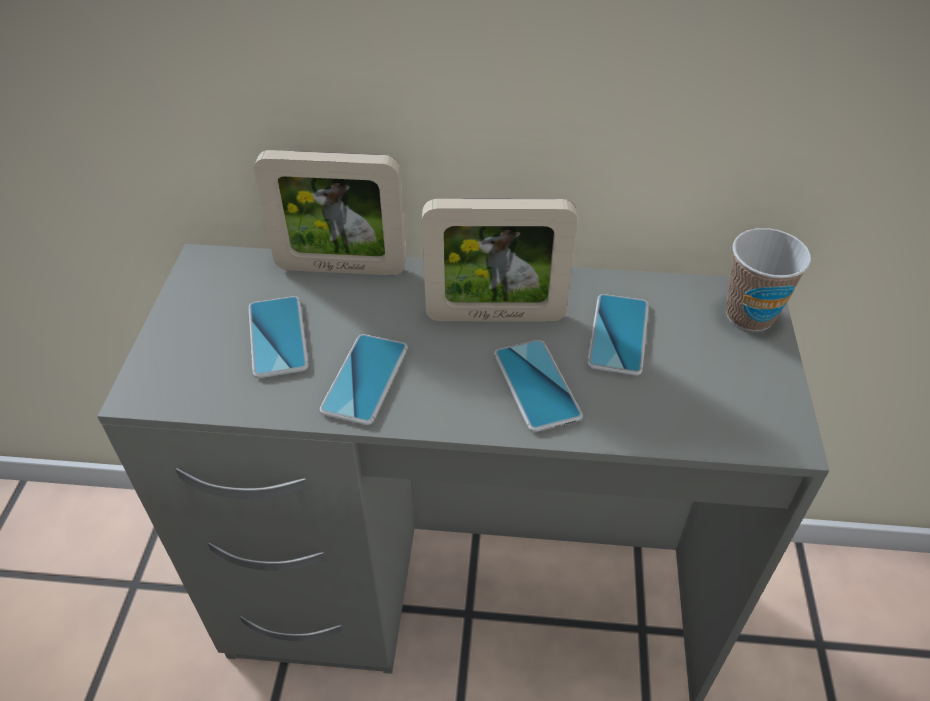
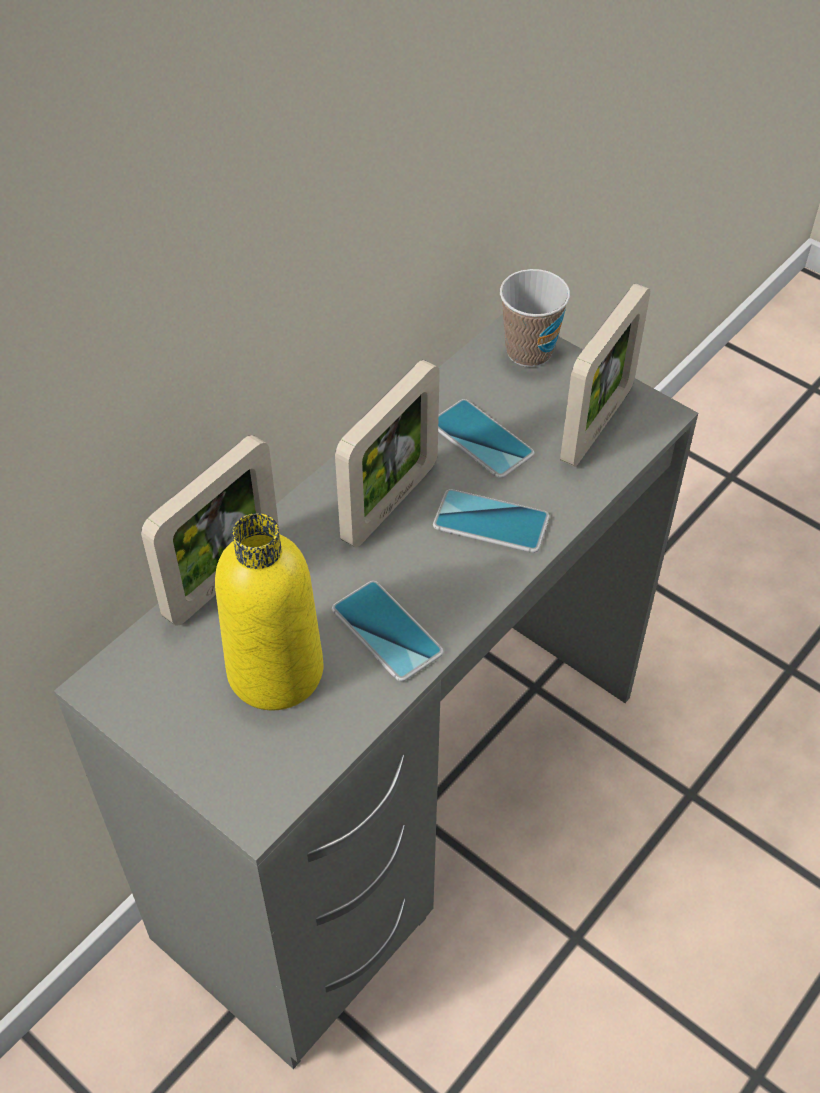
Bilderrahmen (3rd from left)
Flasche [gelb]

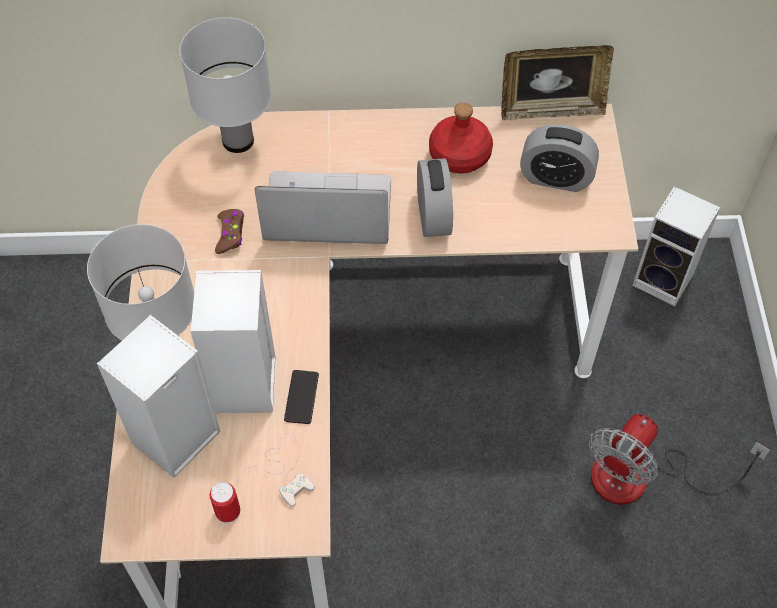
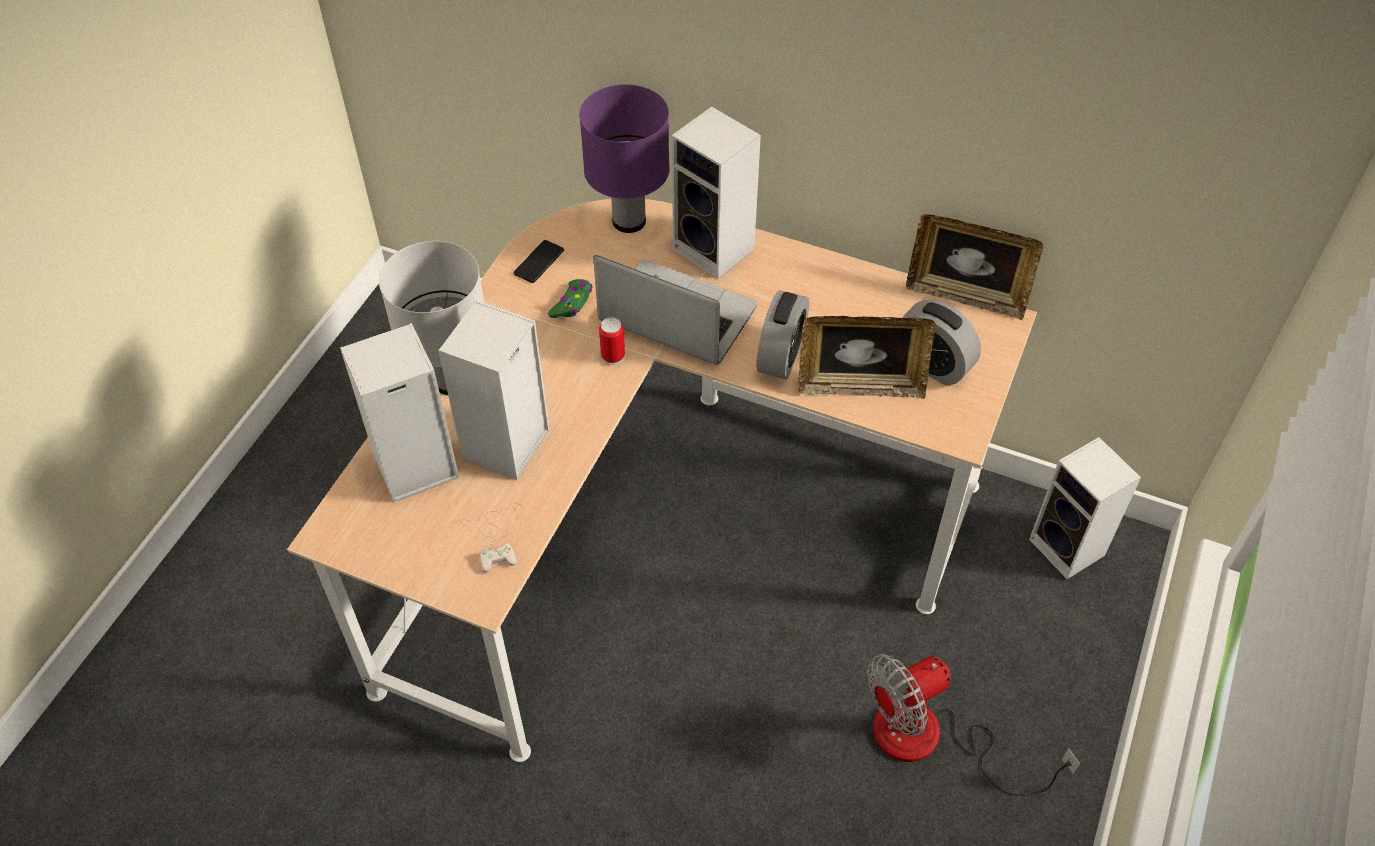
Flasche [rot]
Lautsprecher (3rd from left)
Bilderrahmen (1st from left)
Dose
Handy
Tischlampe [lila]
Gamepad [grün]

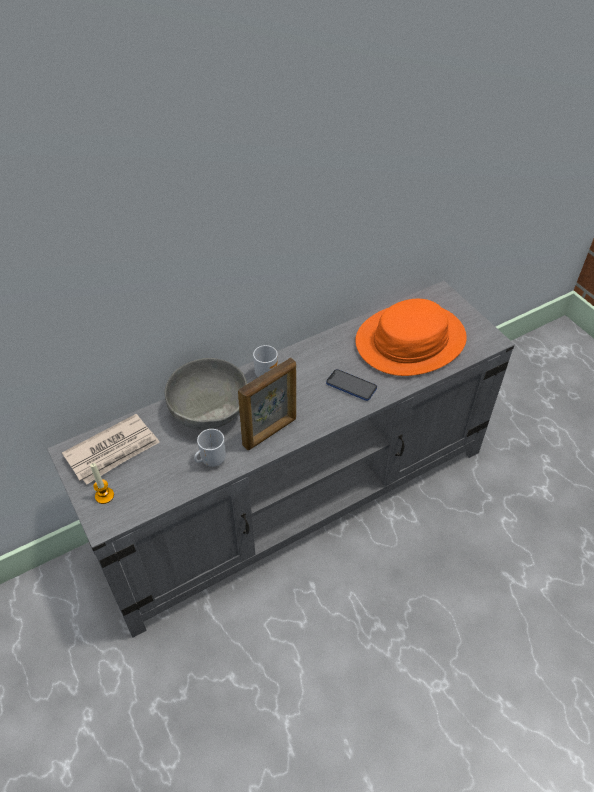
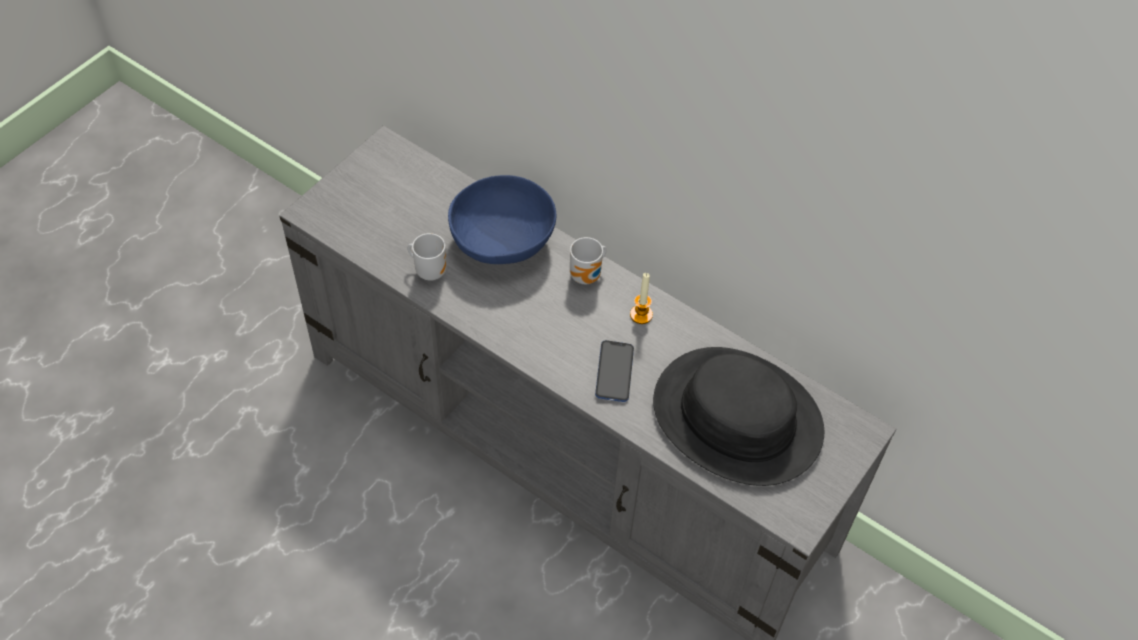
Zeitung
Bilderrahmen
Kerze
Schüssel [blau]
Hut [schwarz]

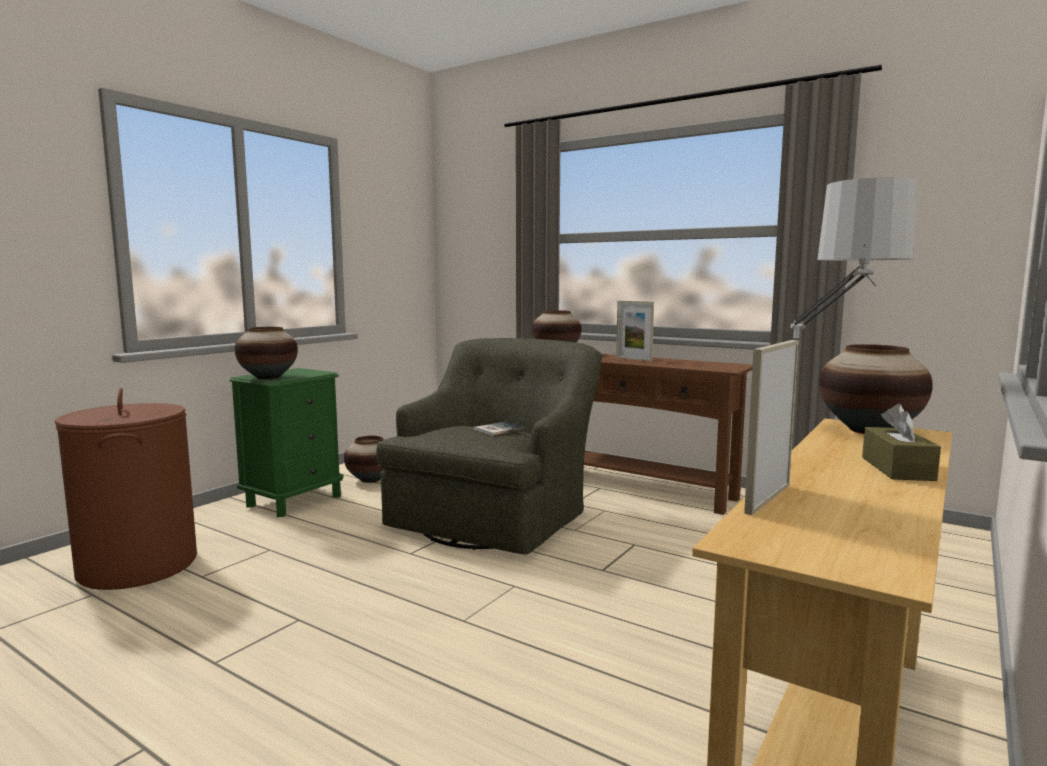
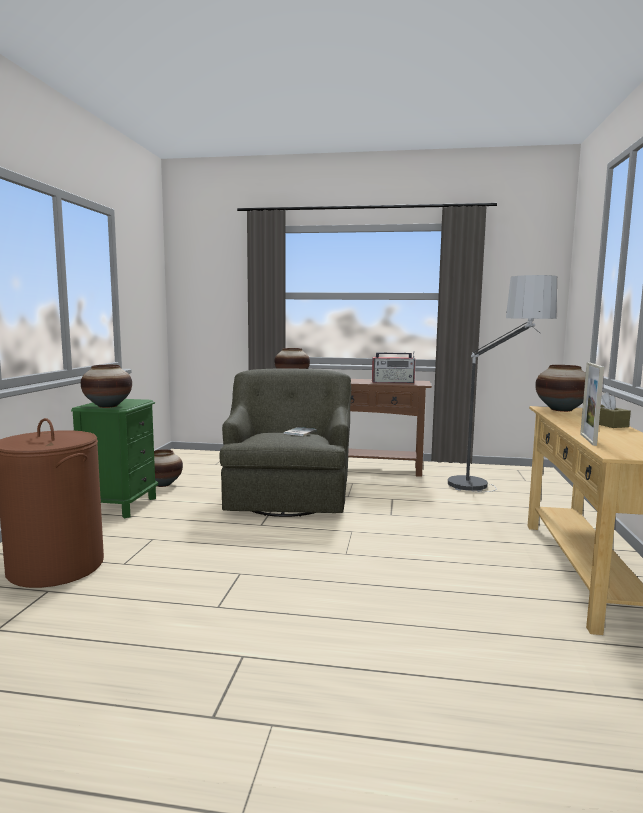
Bilderrahmen (1st from left in the first image)
Radio

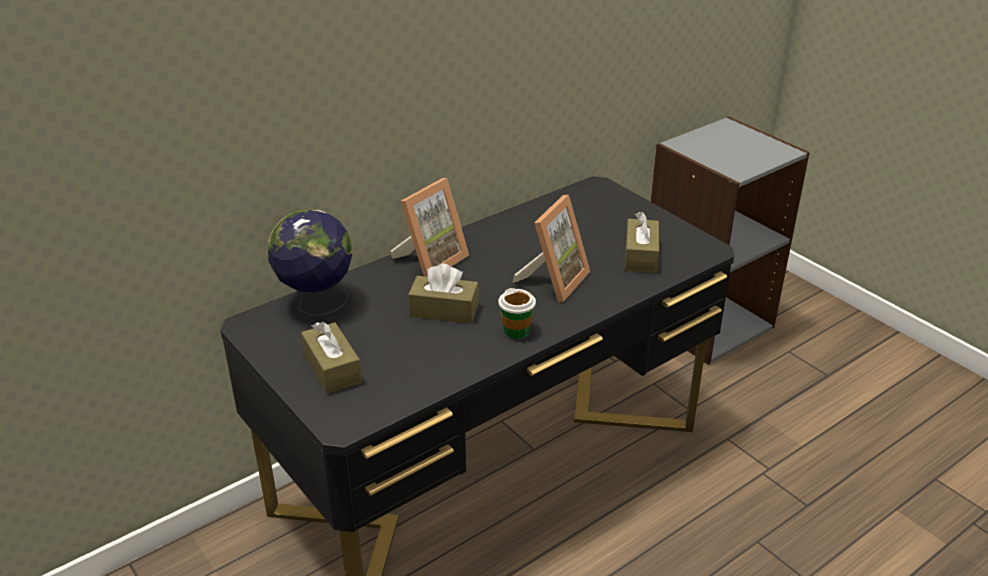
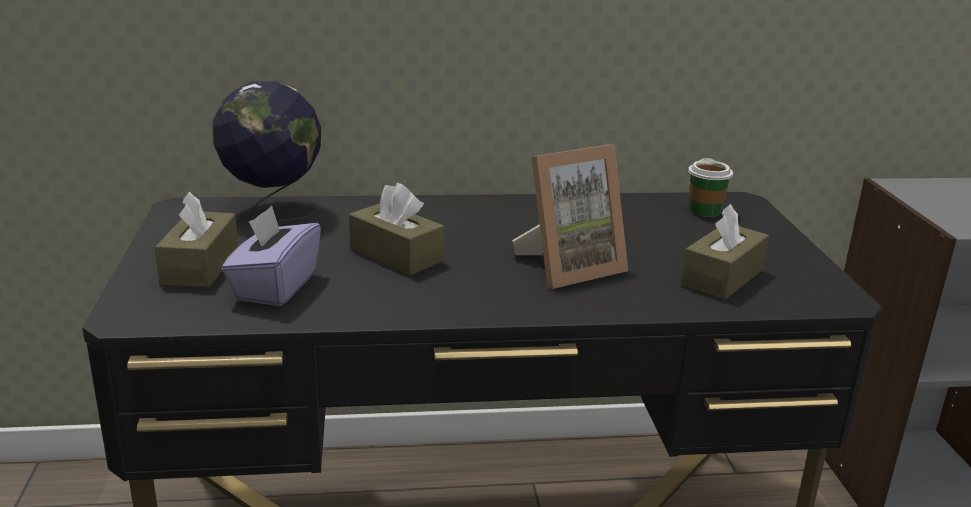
Bilderrahmen (1st from left in the first image)
Taschentuchbox [lila]
Tasse

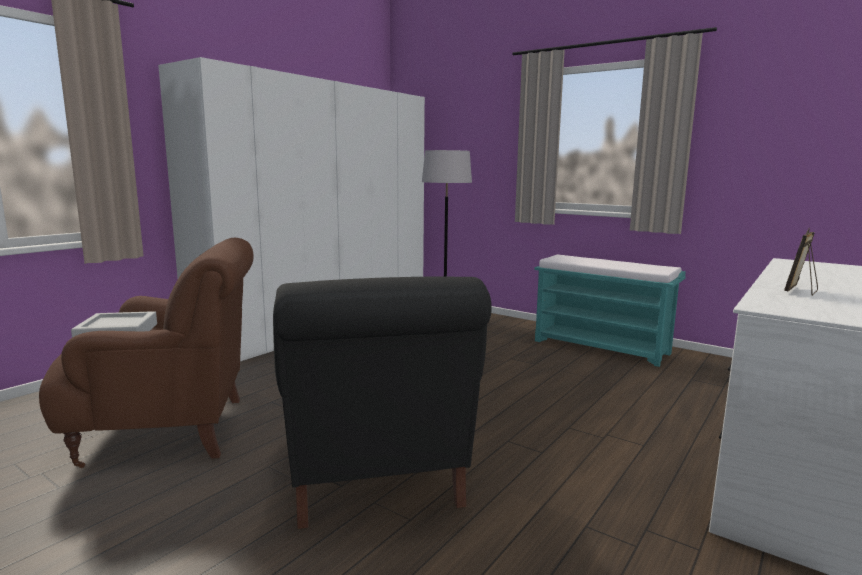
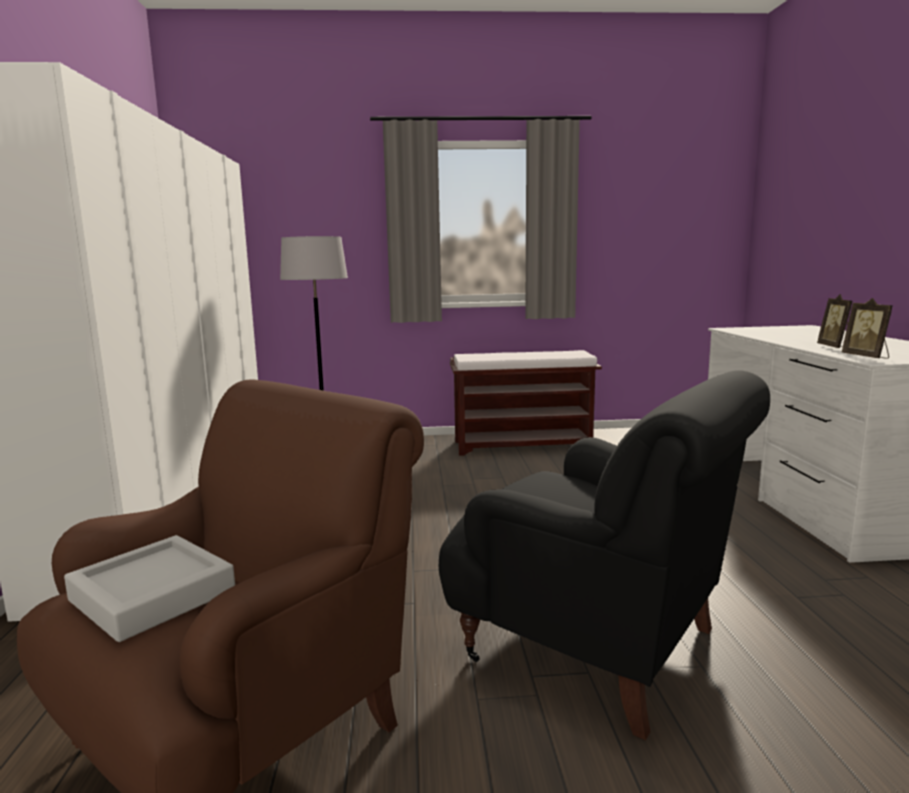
Bilderrahmen (2nd from left)
Bank [braun]

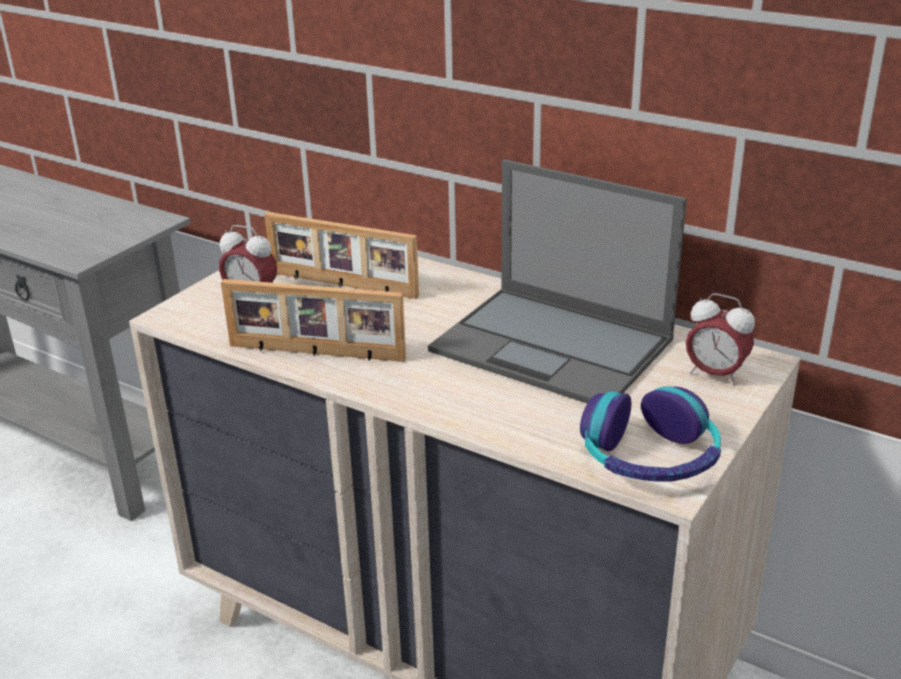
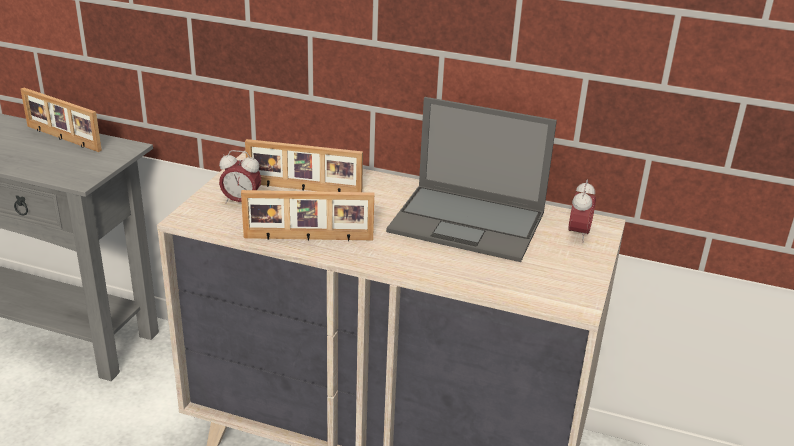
Kopfhörer
Bilderrahmen (1st from left)
Wecker (2nd from left)

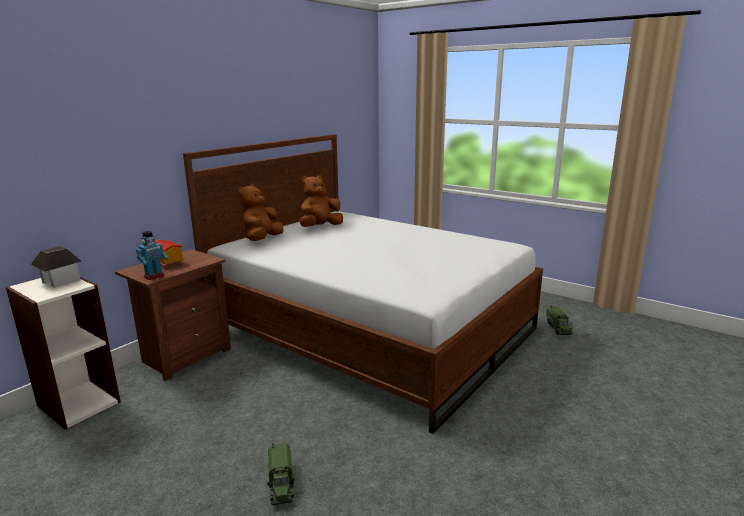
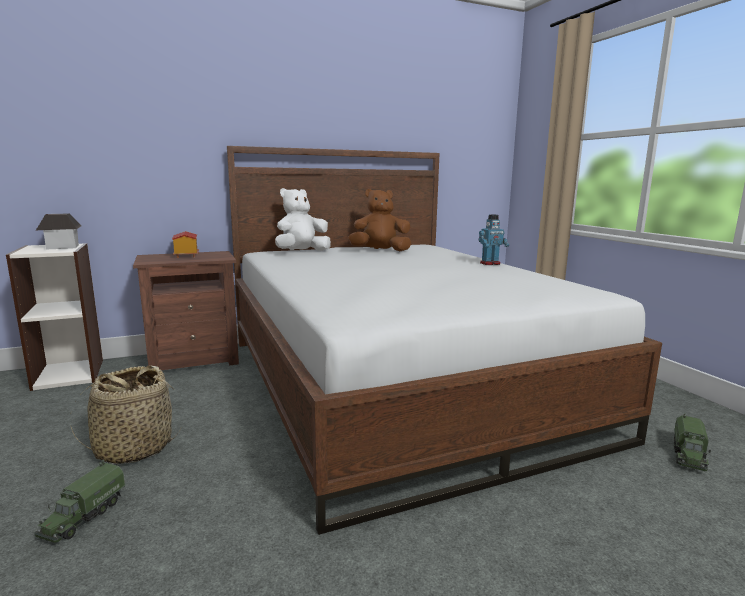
Korb
Spielzeugroboter
Plüschtier [weiß]

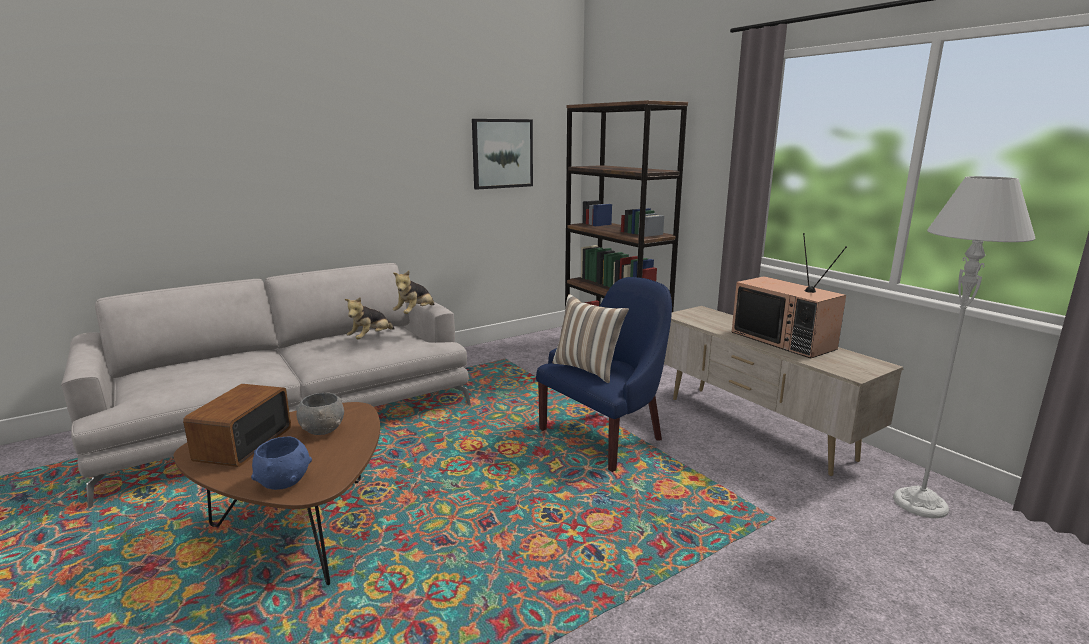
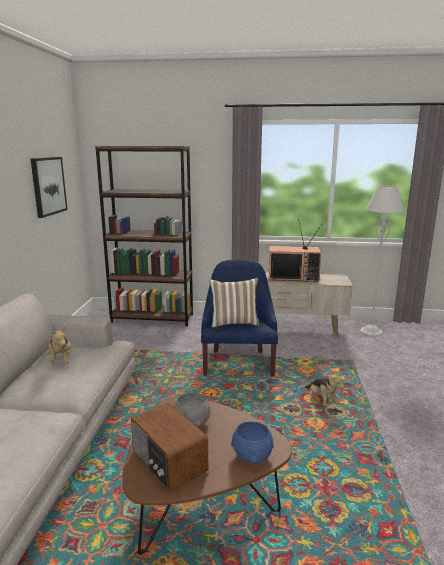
Plüschtier (2nd from left)

